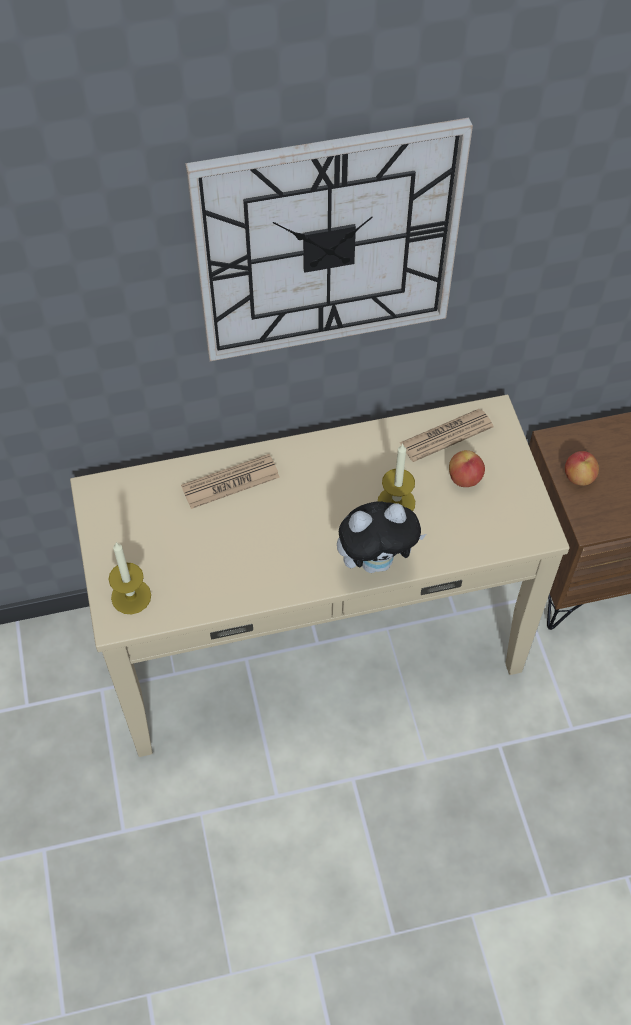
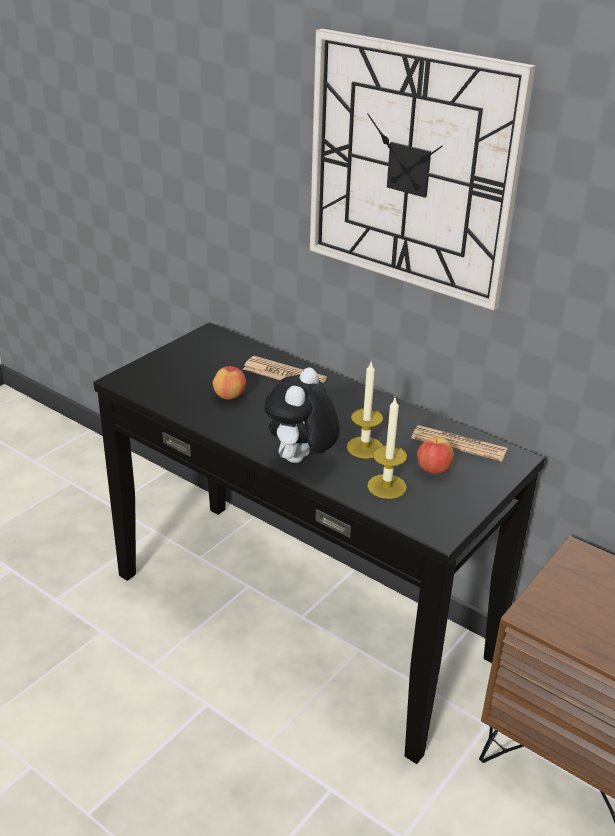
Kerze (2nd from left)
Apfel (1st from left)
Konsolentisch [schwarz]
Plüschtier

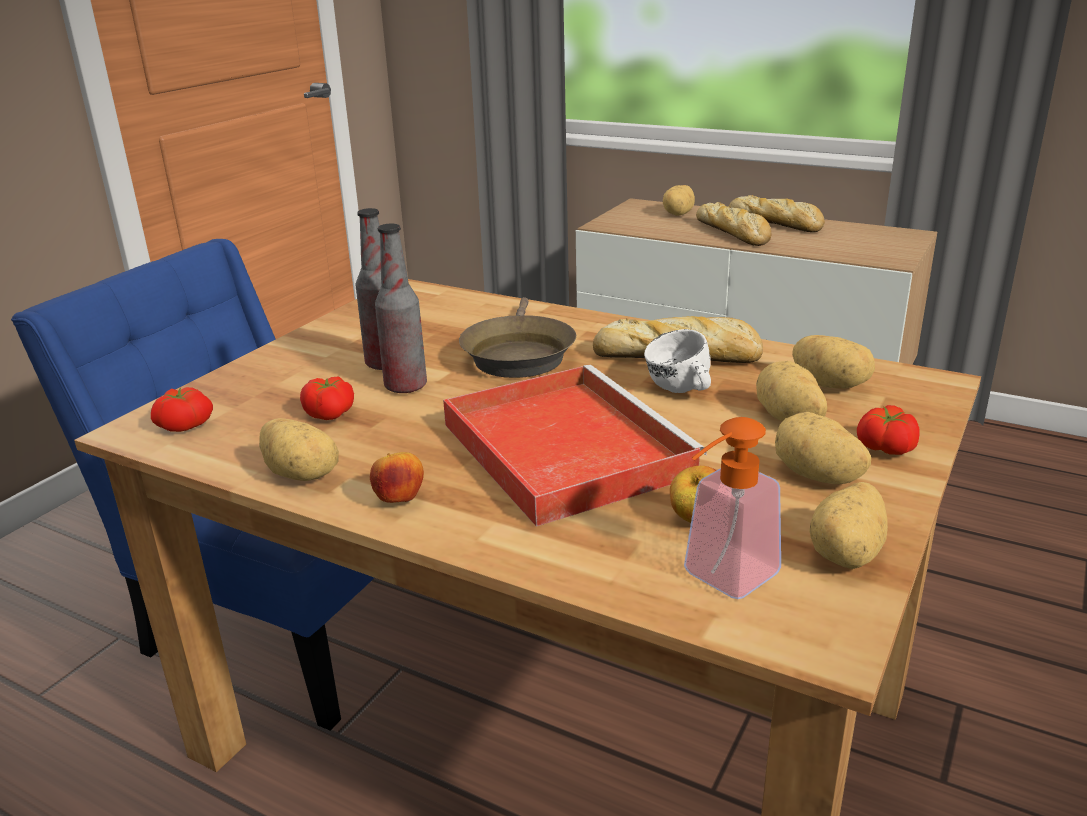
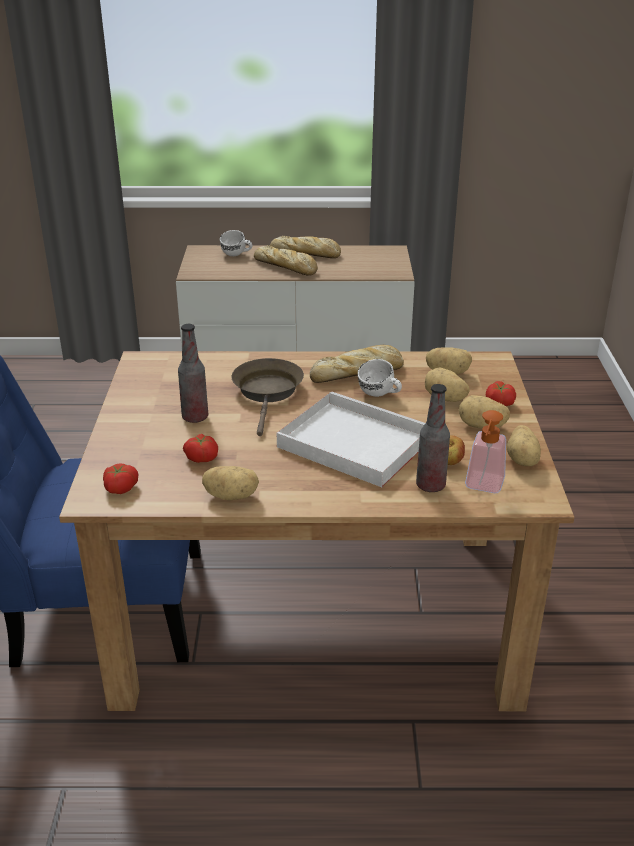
Apfel (1st from left in the first image)
Flasche (2nd from left)
Henkelbecher [weiß] (1st from left)
Tablett [weiß]
Pfanne [braun]

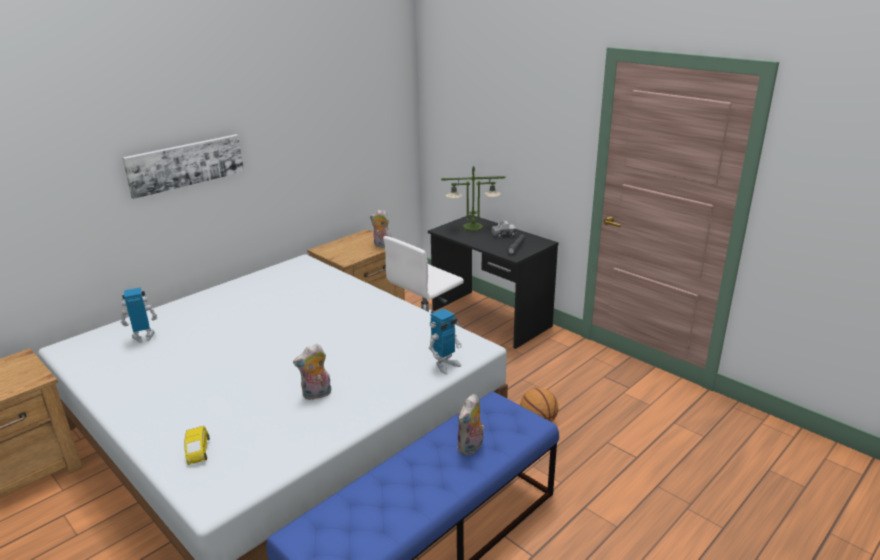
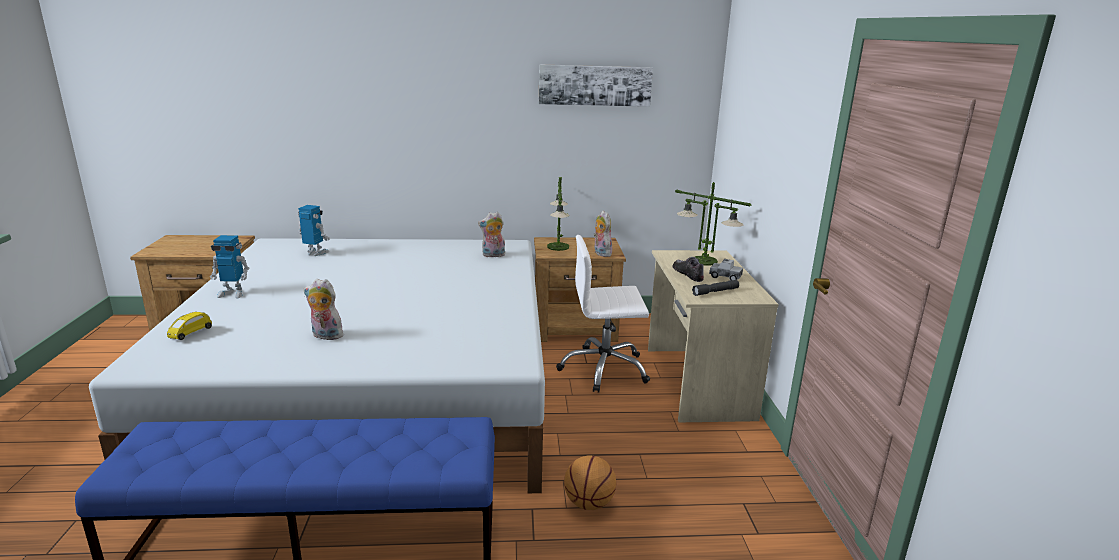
Tischlampe (1st from left)
Schuh
Bild
Spielzeugroboter (1st from left)
Plüschtier (2nd from left)
Schreibtisch [beige]

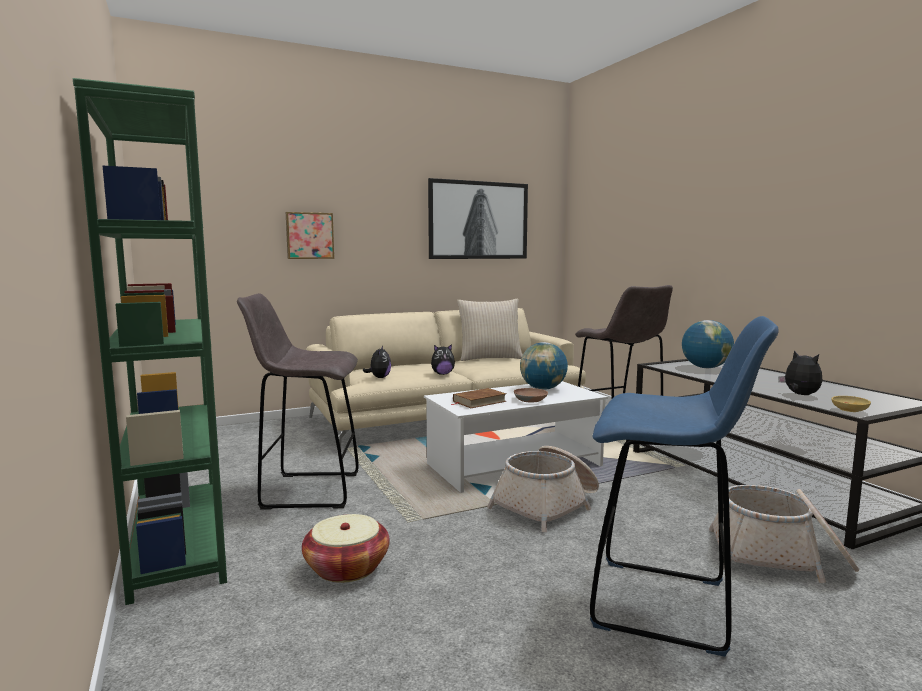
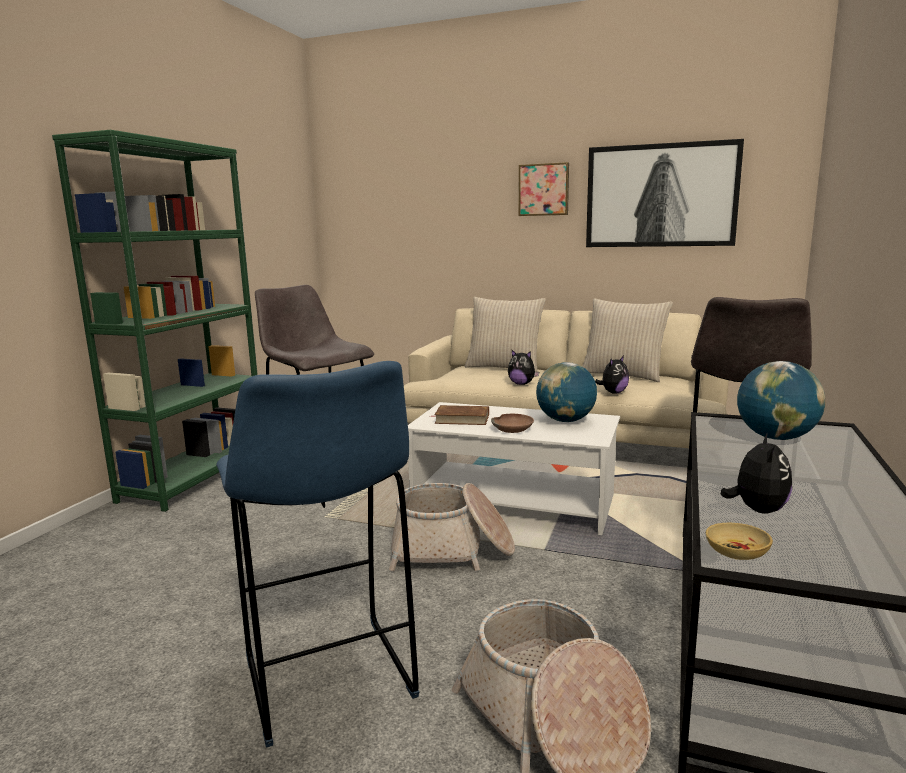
Korb (1st from left in the first image)
Kissen [beige] (1st from left)
Bild (1st from left)
Plüschtier (2nd from left)

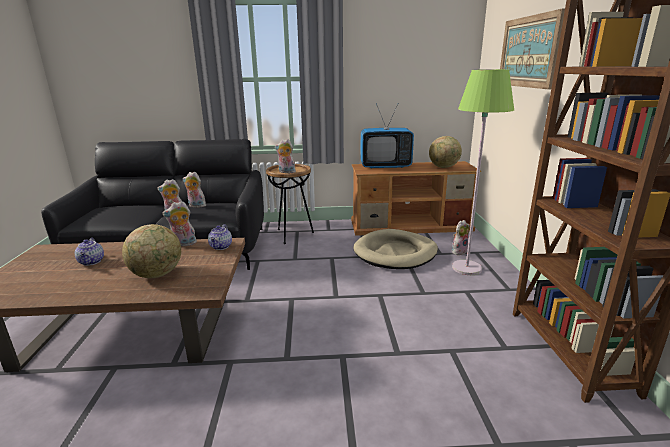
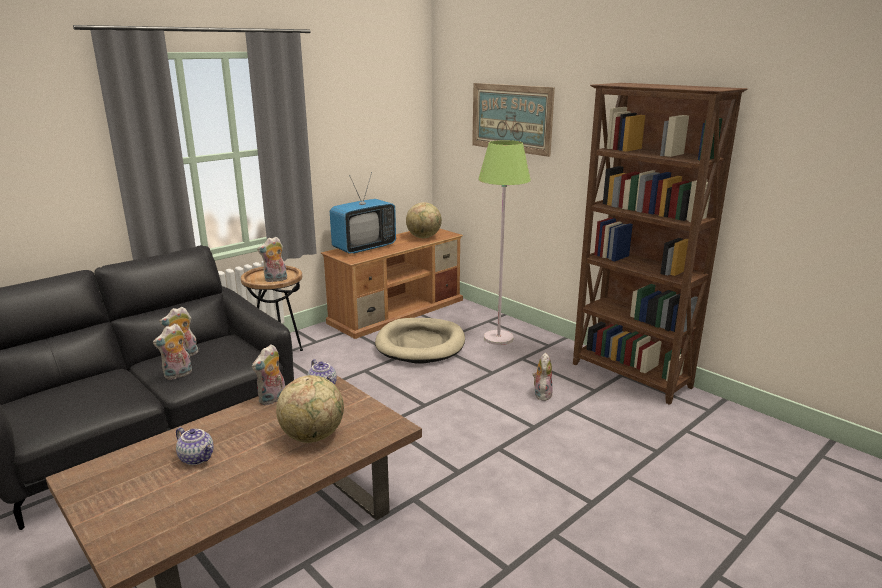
Plüschtier (5th from left)

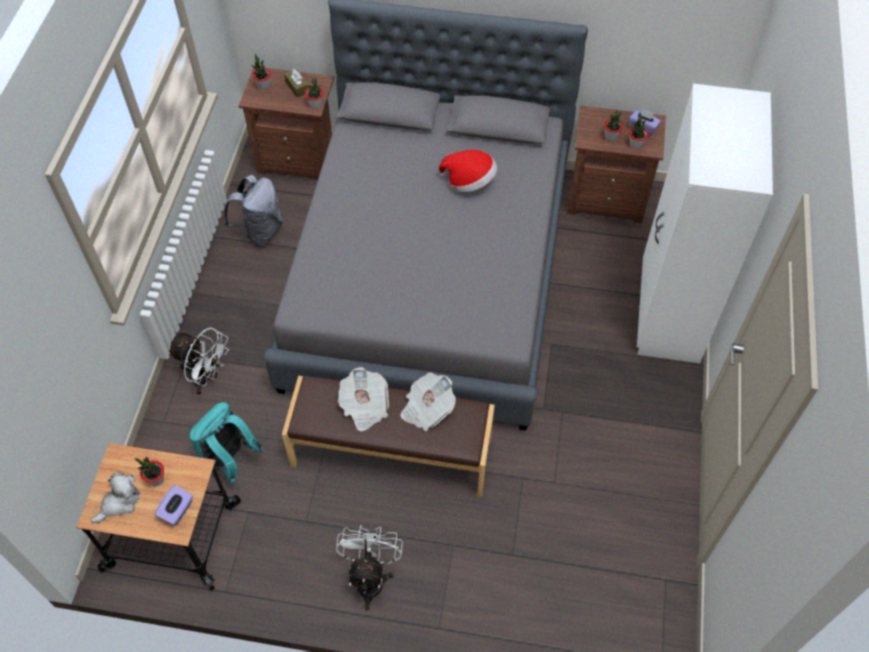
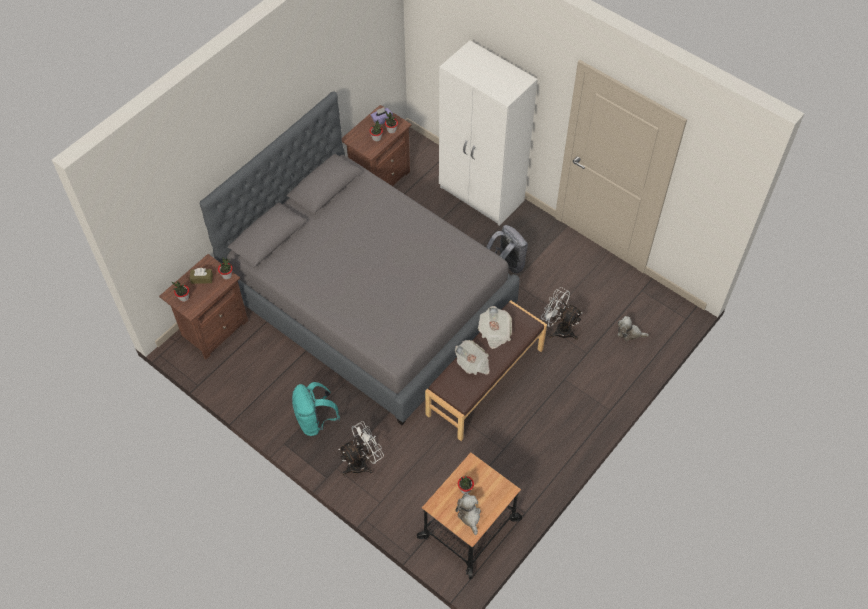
Taschentuchbox [lila] (1st from left in the first image)
Hut
Plüschtier (2nd from left)
Rucksack [türkis]
Rucksack [grau]
Ventilator [weiß] (2nd from left)

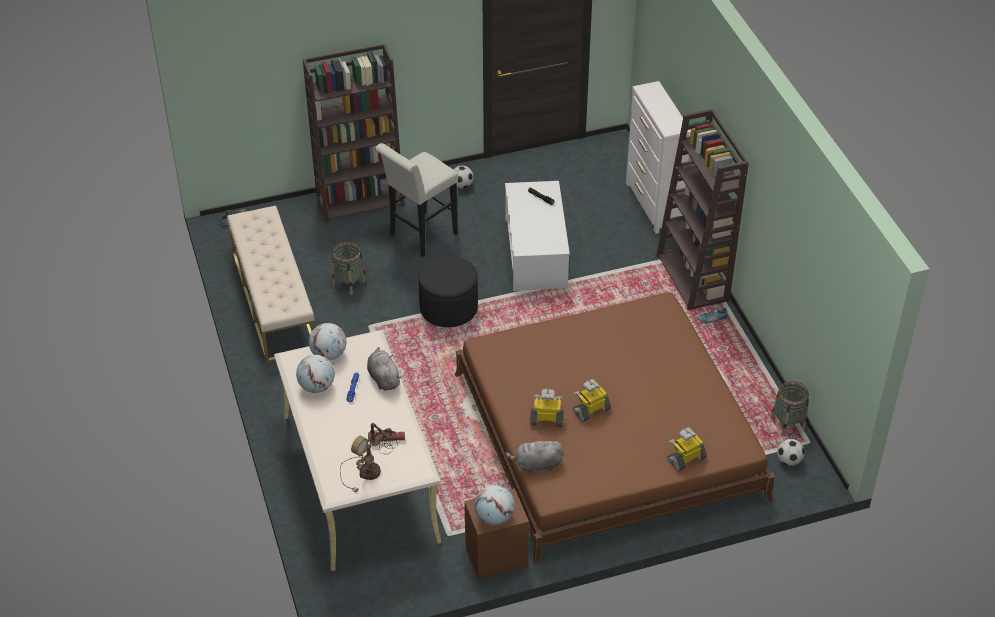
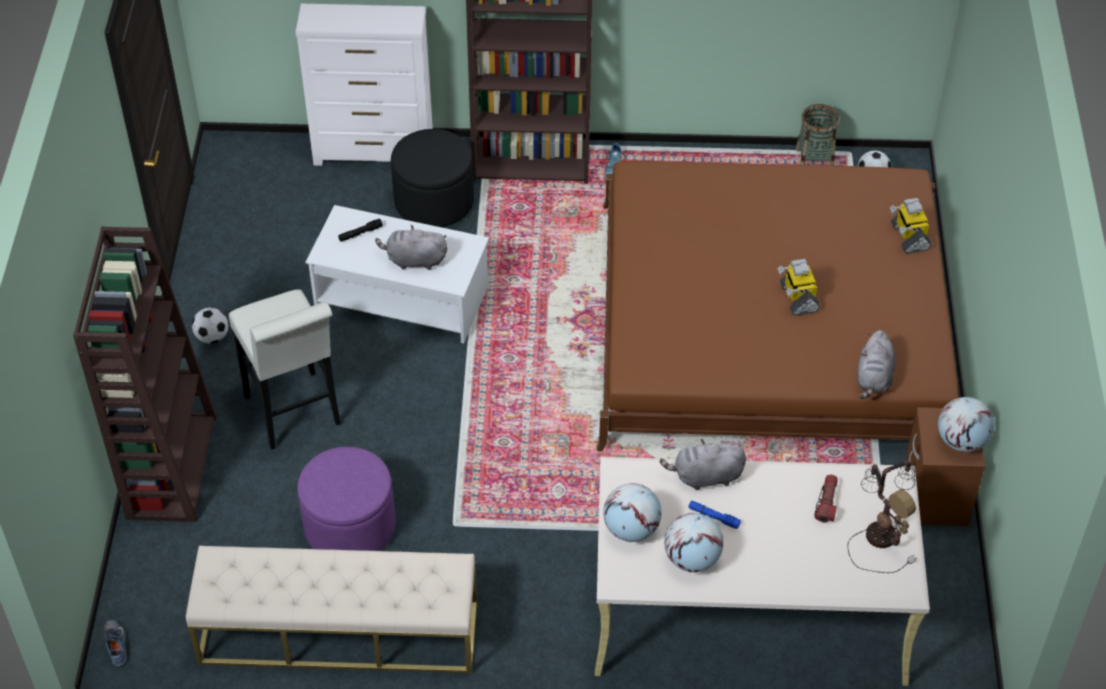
Spielzeugroboter (1st from left in the first image)
Plüschtier [grau] (1st from left)
Polsterhocker [schwarz]
Polsterhocker [lila]

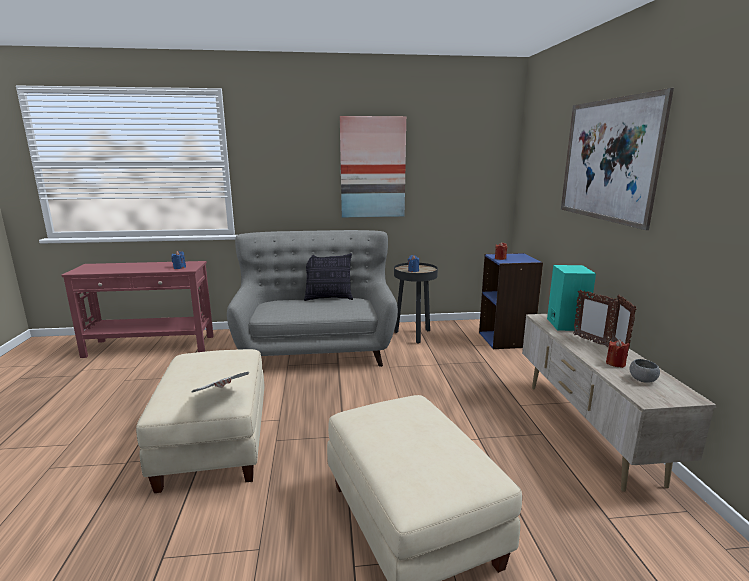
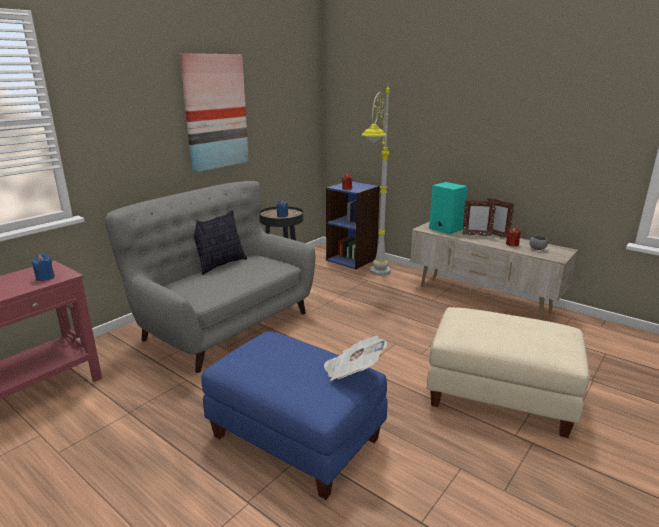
Bild (2nd from left in the first image)
Stehlampe [grau]
Polsterhocker [blau]

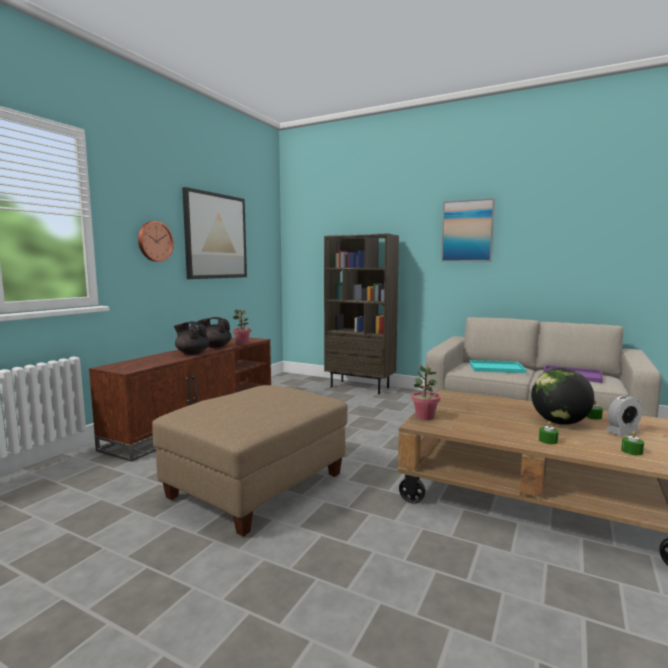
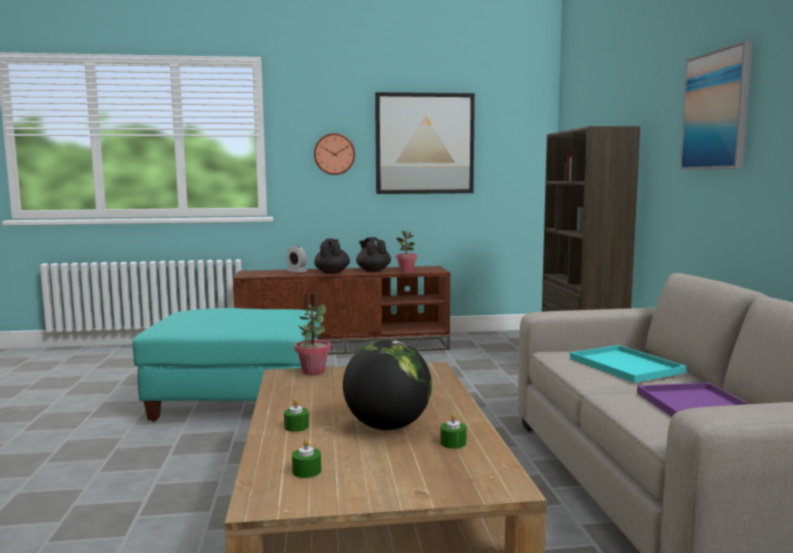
Wecker
Polsterhocker [türkis]

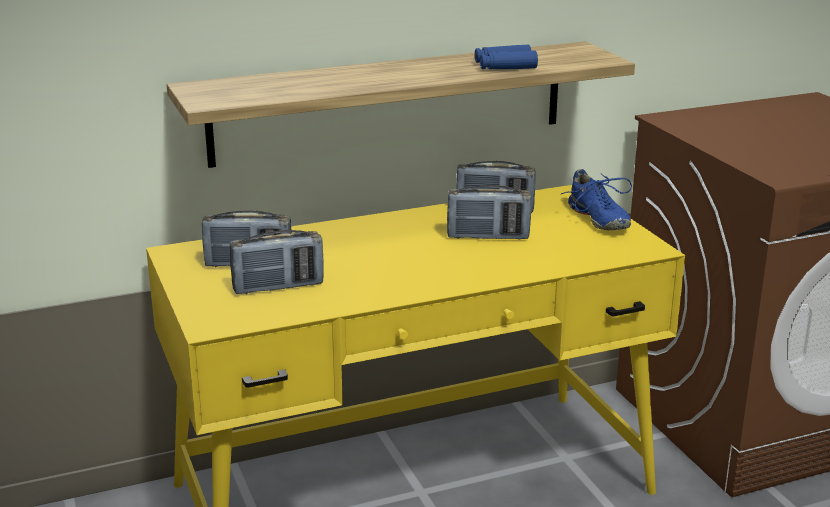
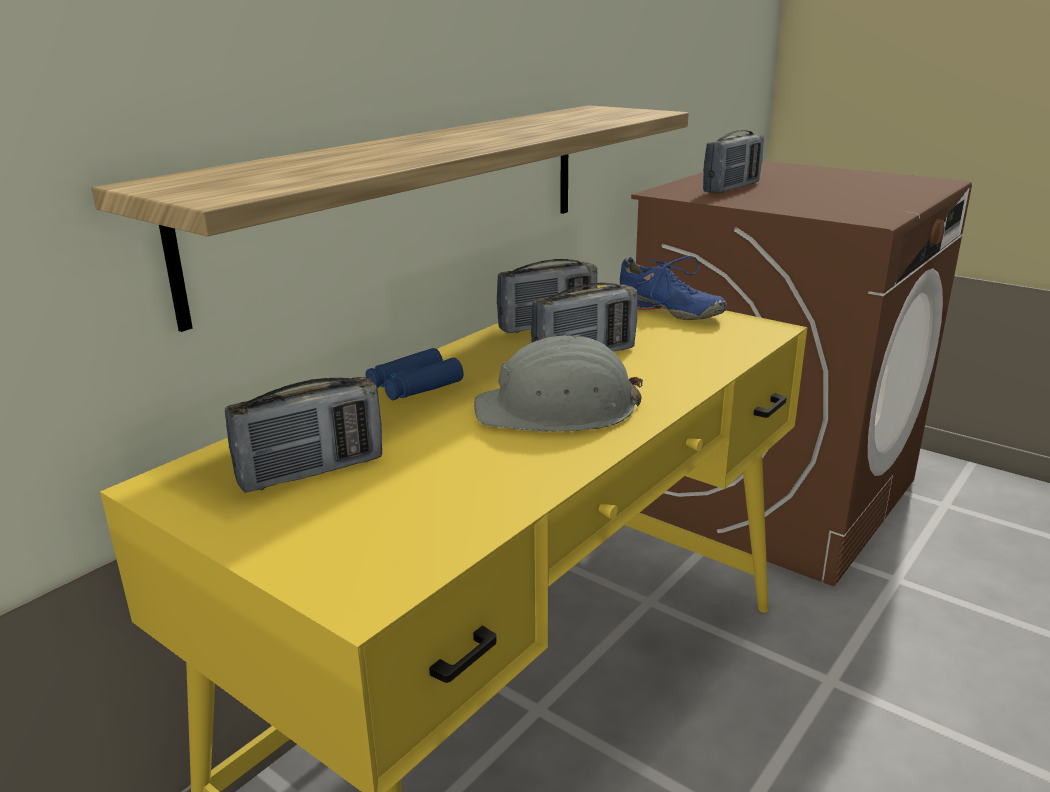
Schutzhelm [grau]
Radio (4th from left)
Fernglas [blau]

